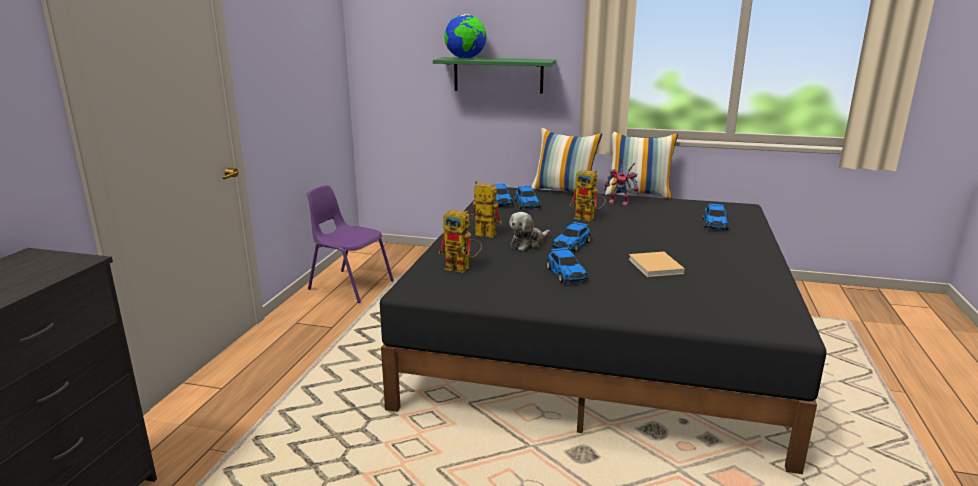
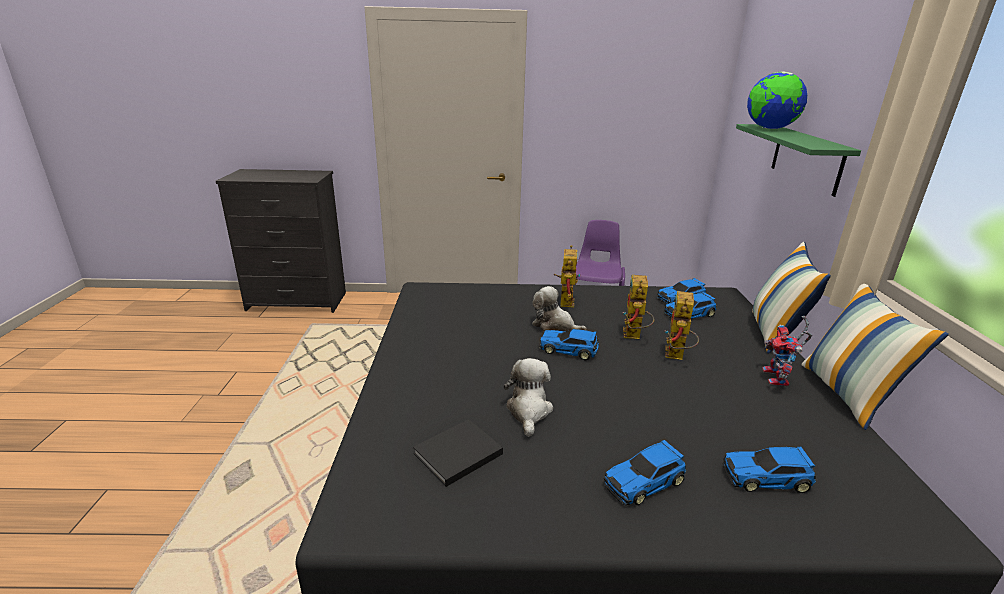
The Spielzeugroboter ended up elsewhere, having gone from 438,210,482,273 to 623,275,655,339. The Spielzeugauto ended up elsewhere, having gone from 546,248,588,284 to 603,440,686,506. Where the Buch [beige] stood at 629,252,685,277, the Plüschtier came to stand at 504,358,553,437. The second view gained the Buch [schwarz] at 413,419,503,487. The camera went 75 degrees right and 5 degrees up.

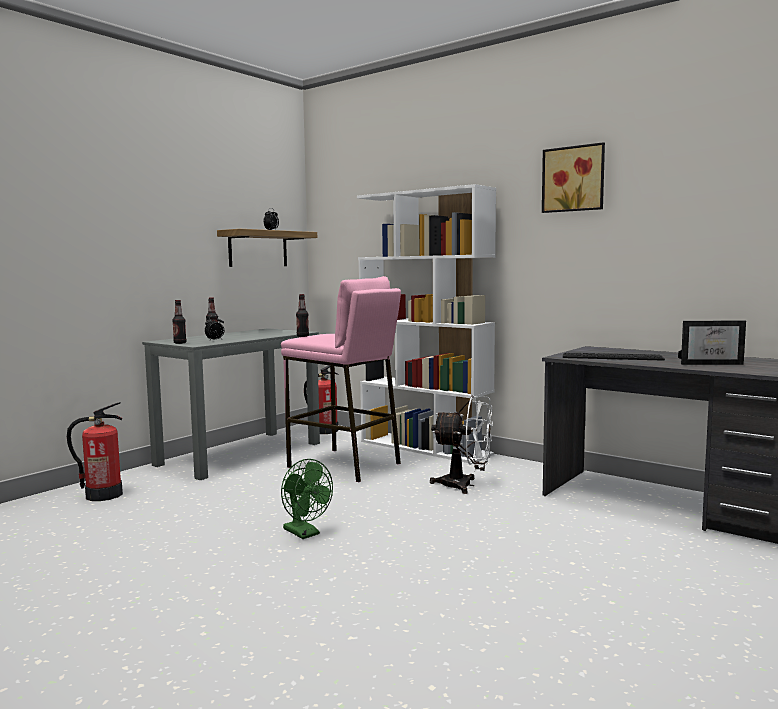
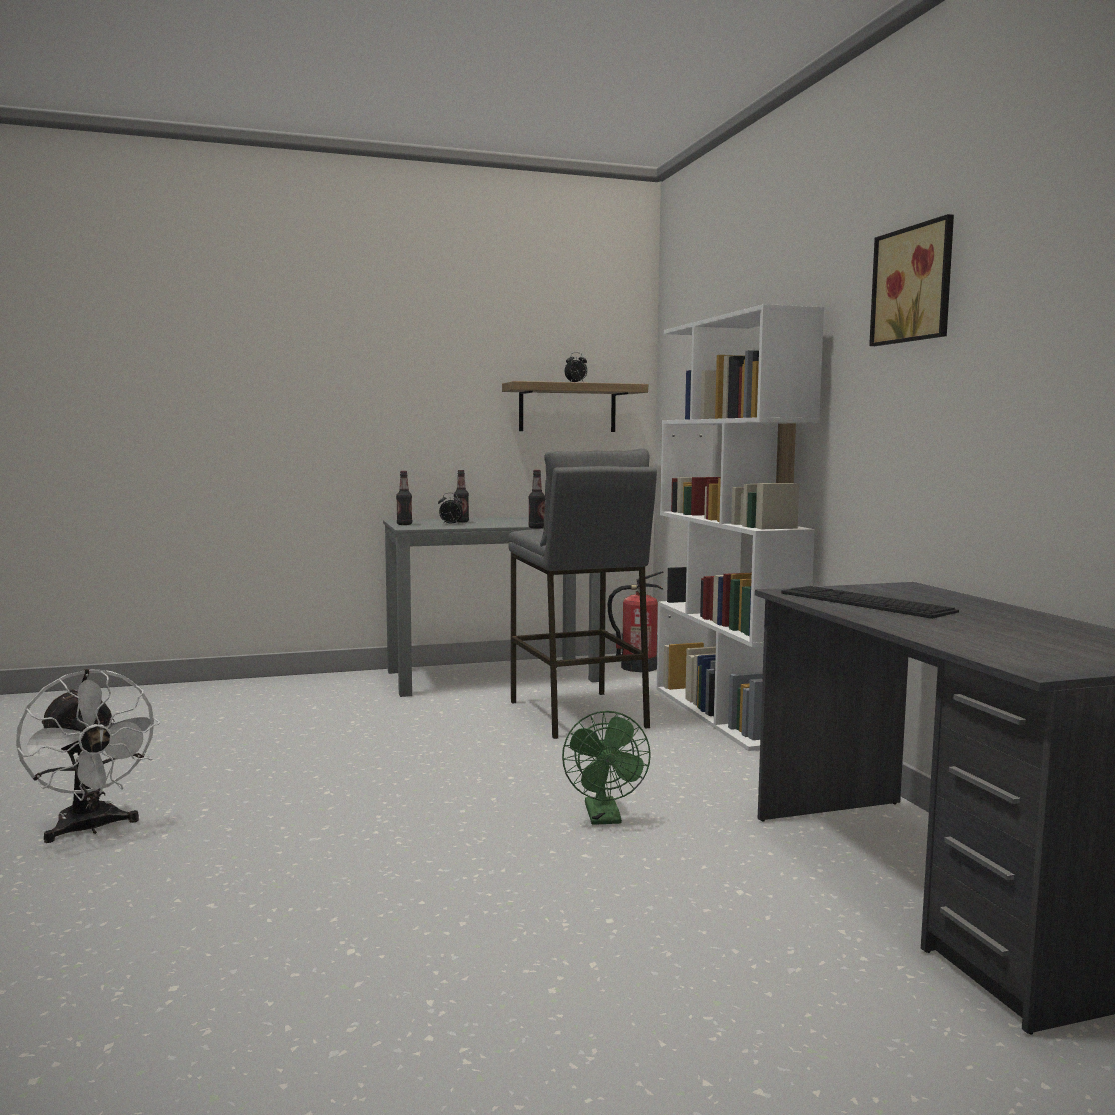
The second view lost the Feuerlöscher at 67,402,123,501. What was the Hocker [rosa] at 281,276,401,482 turned into the Hocker [grau] at 508,449,657,739. The Ventilator [grün] ended up elsewhere, having gone from 281,459,333,539 to 562,711,651,825. The Ventilator [weiß] ended up elsewhere, having gone from 430,396,493,494 to 16,669,160,843. The second view lost the Bilderrahmen at 678,320,746,365. The camera went 35 degrees right and 0 degrees up.

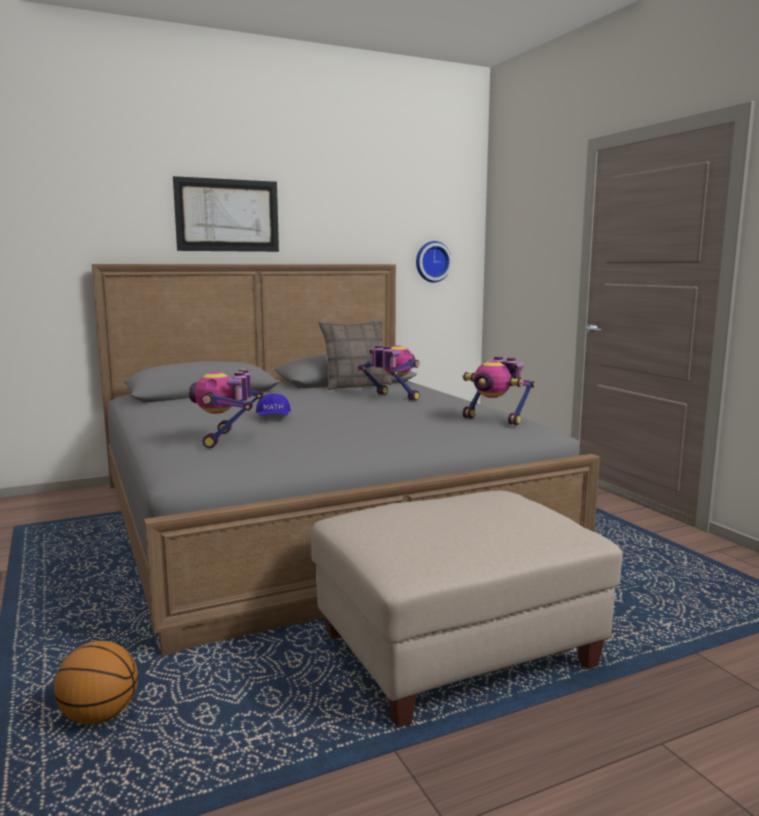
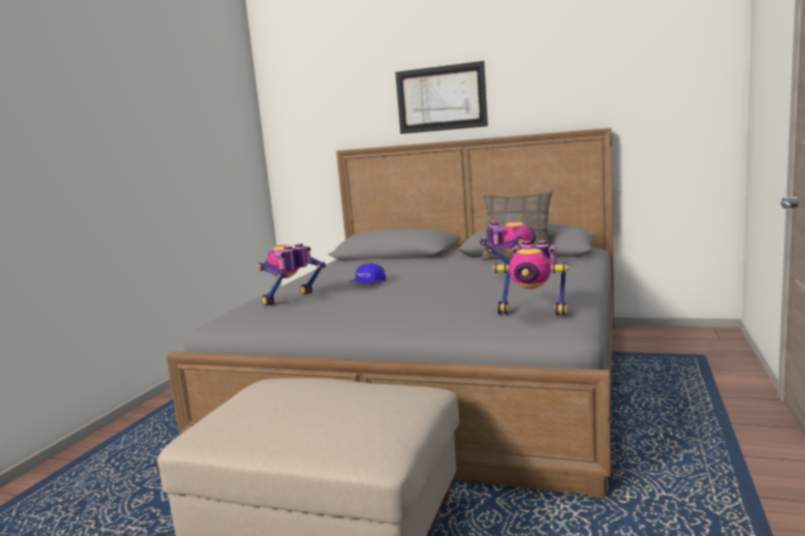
The second view lost the Basketball at 54,641,138,724. The second view lost the Wanduhr at 416,241,452,283. The Spielzeugroboter at 463,356,535,425 ended up facing another way, 60 degrees counterclockwise from before. The camera went 45 degrees right and 0 degrees up.

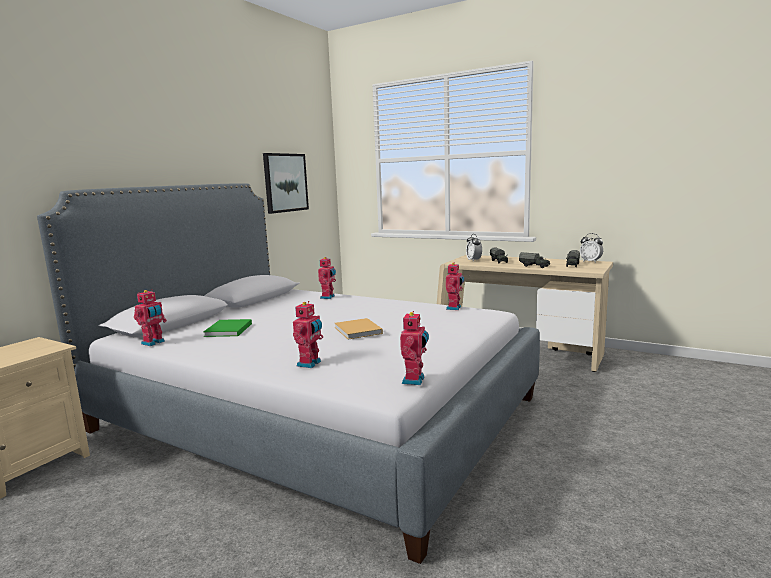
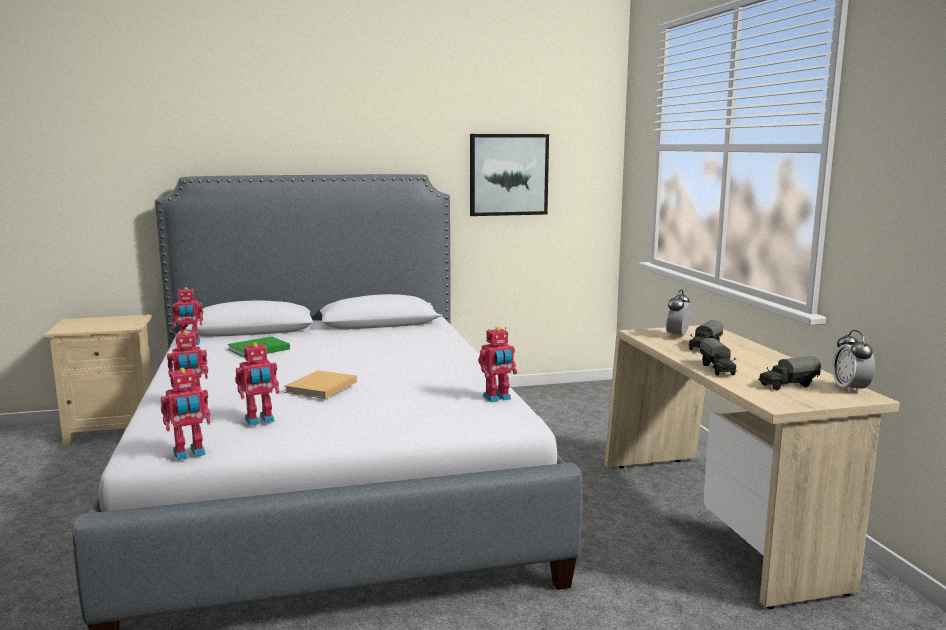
The Spielzeugroboter ended up elsewhere, having gone from 318,257,336,299 to 235,342,279,426. The camera went 45 degrees right and 0 degrees up.

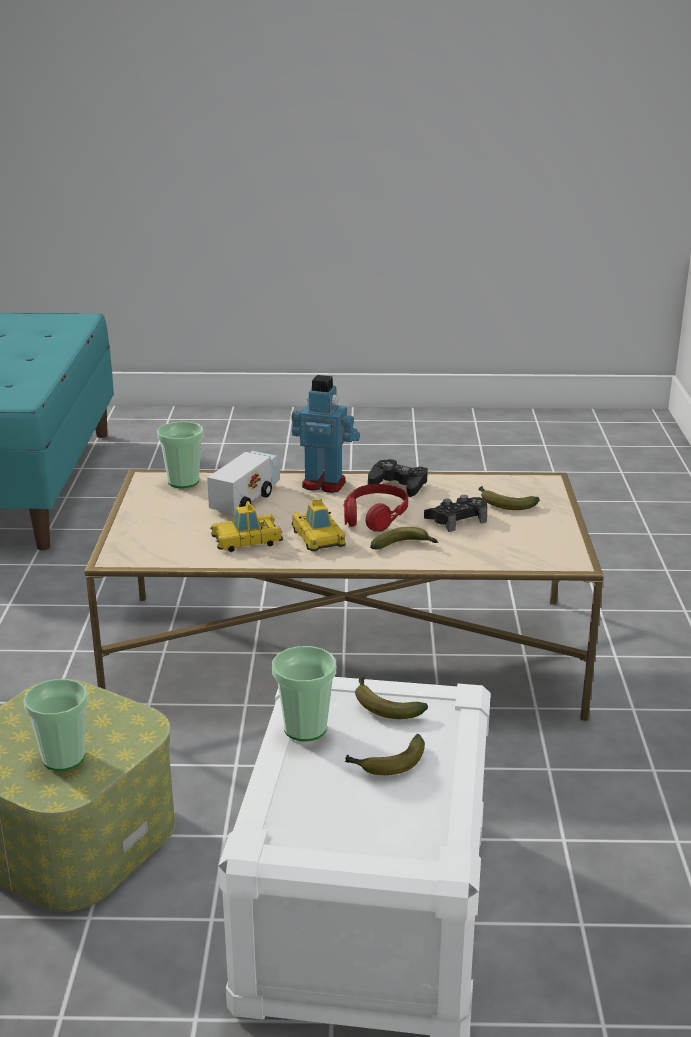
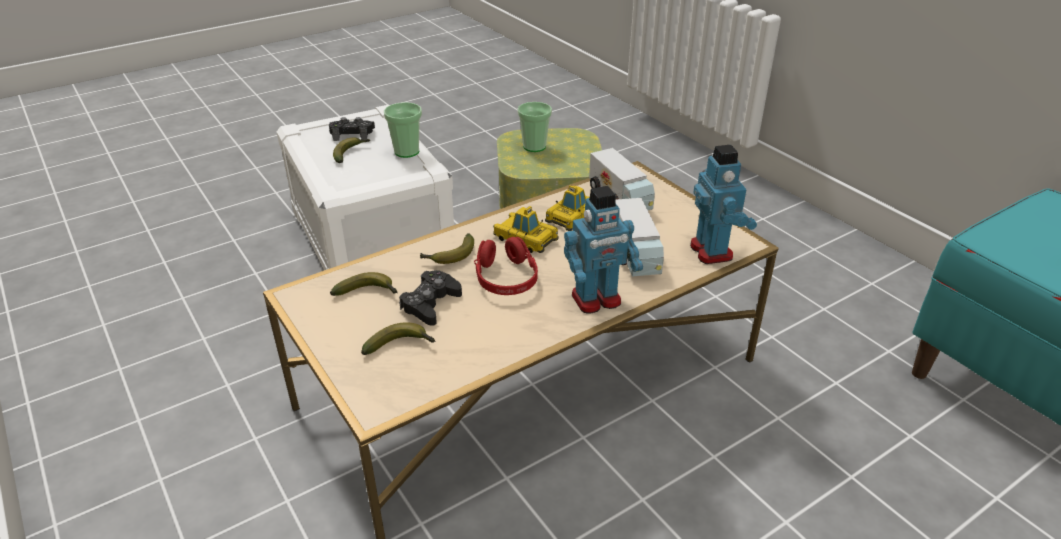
Where the Tasse stood at 157,421,204,488, the Spielzeugroboter came to stand at 690,145,757,264. The Banane ended up elsewhere, having gone from 355,676,428,719 to 330,272,398,296. The Gamepad [schwarz] ended up elsewhere, having gone from 368,459,428,497 to 329,117,375,141. The second view gained the Spielzeuglaster at 589,148,655,210. The camera went 145 degrees right and 10 degrees up.

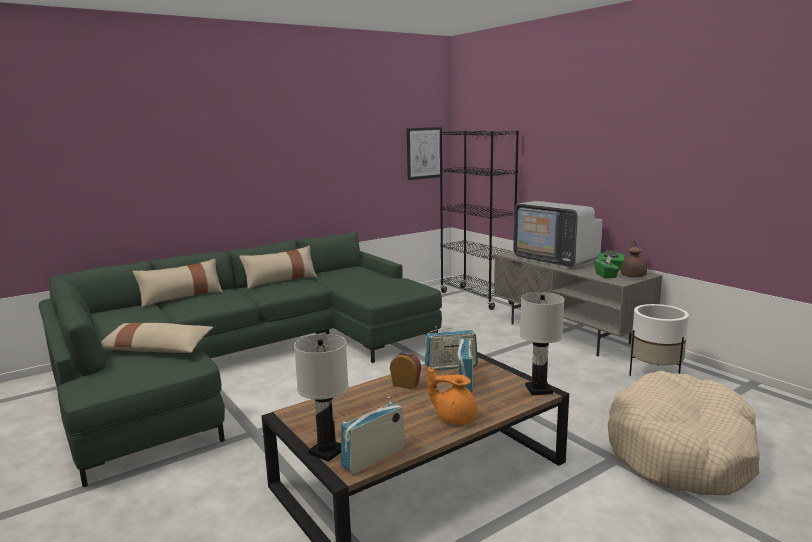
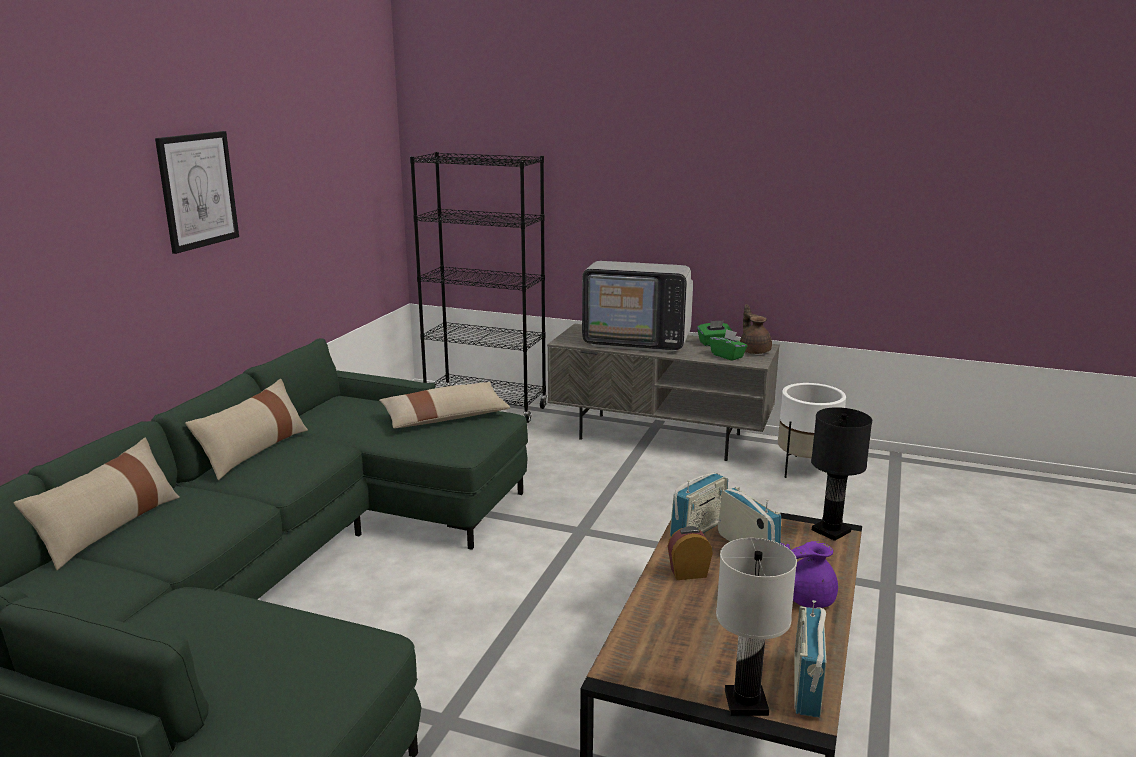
The Kissen [beige] ended up elsewhere, having gone from 101,323,213,353 to 379,382,511,428. The Bild ended up elsewhere, having gone from 407,127,442,180 to 155,131,239,254. What was the Teekanne [orange] at 428,367,477,424 turned into the Teekanne [lila] at 780,541,838,608. What was the Tischlampe [weiß] at 520,292,564,395 turned into the Tischlampe [schwarz] at 811,407,872,541. The second view lost the Hundebett [beige] at 608,371,760,496. The camera went 35 degrees left and 5 degrees up.

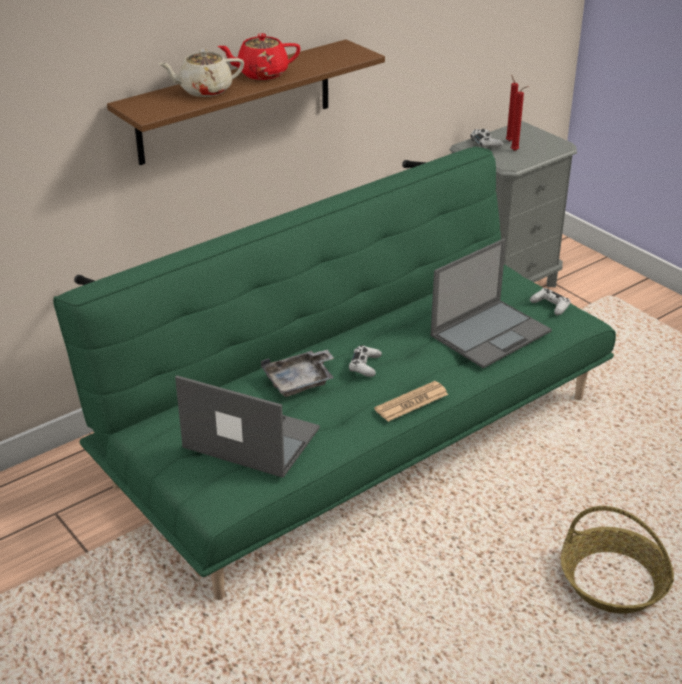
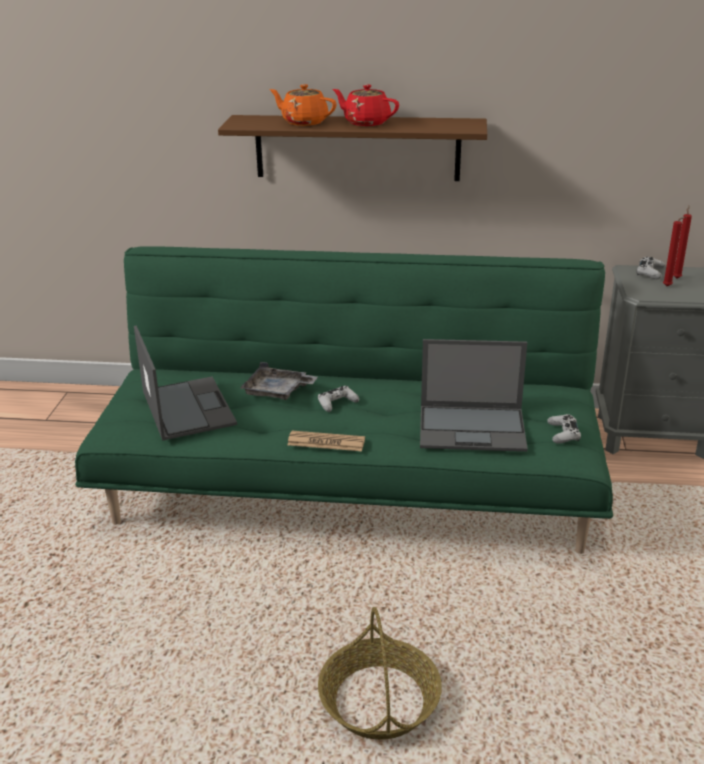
What was the Teekanne [beige] at 158,49,244,97 turned into the Teekanne [orange] at 269,84,337,126. The camera went 45 degrees right and 5 degrees down.

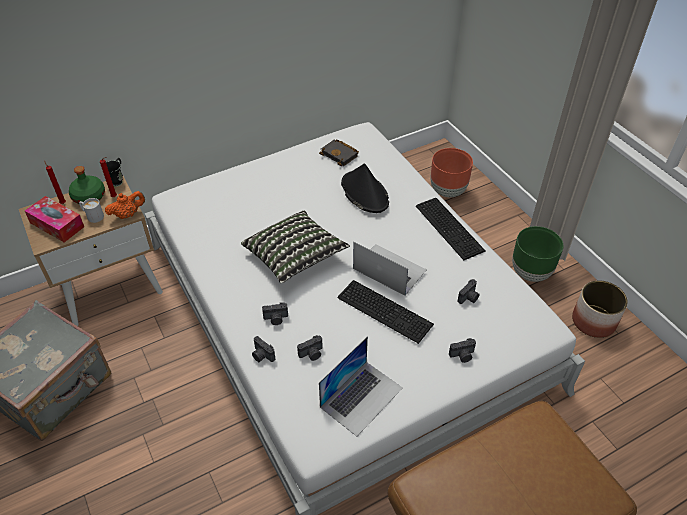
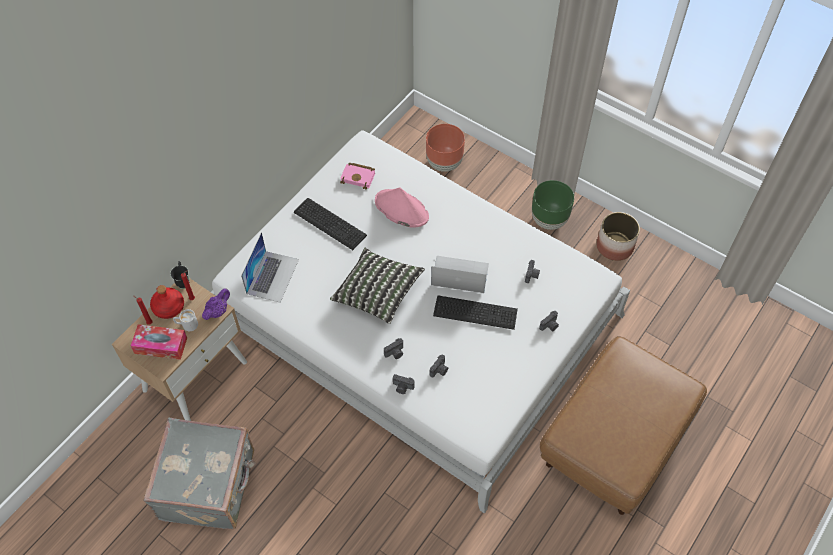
What was the Flasche [grün] at 69,166,105,205 turned into the Flasche [rot] at 150,285,184,319. What was the Teekanne [orange] at 105,191,145,219 turned into the Teekanne [lila] at 202,288,230,320. What was the Buch [schwarz] at 319,139,359,166 turned into the Buch [rosa] at 340,162,375,189. The Laptop ended up elsewhere, having gone from 319,336,403,436 to 241,232,299,303. What was the Hut [schwarz] at 341,163,389,213 turned into the Hut [rosa] at 375,187,429,228. The Tastatur ended up elsewhere, having gone from 416,198,485,260 to 294,198,367,250. The camera went 25 degrees left and 10 degrees up.

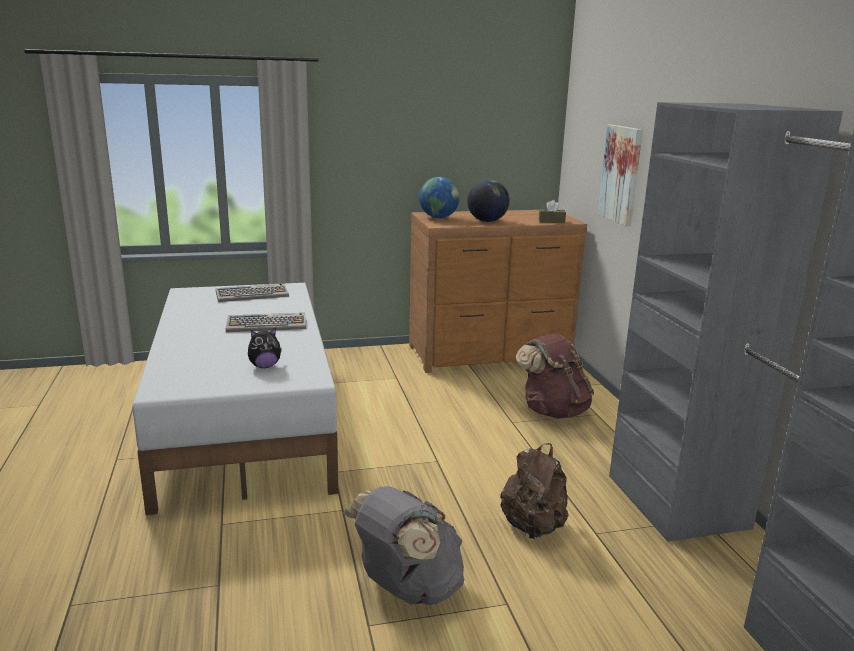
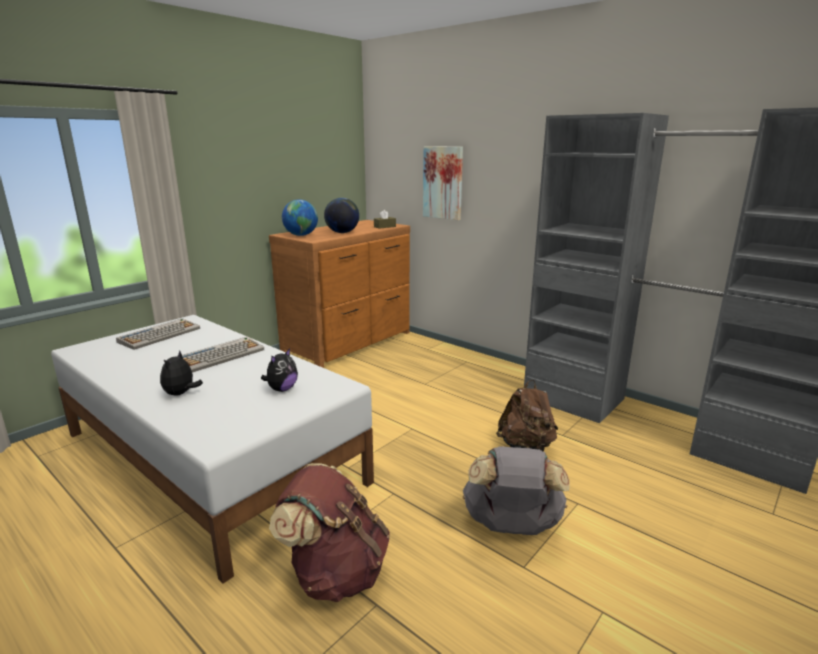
The Rucksack [braun] ended up elsewhere, having gone from 516,333,594,418 to 269,463,390,602. The second view gained the Plüschtier at 160,351,203,396. The camera went 35 degrees left and 0 degrees up.

